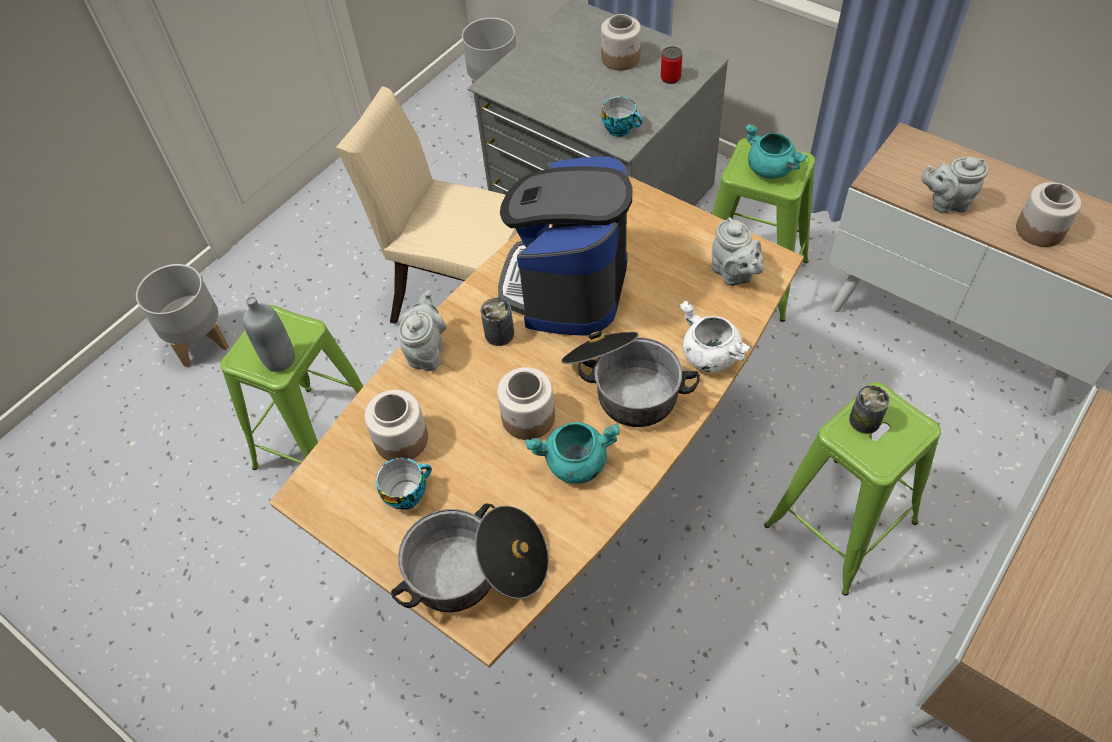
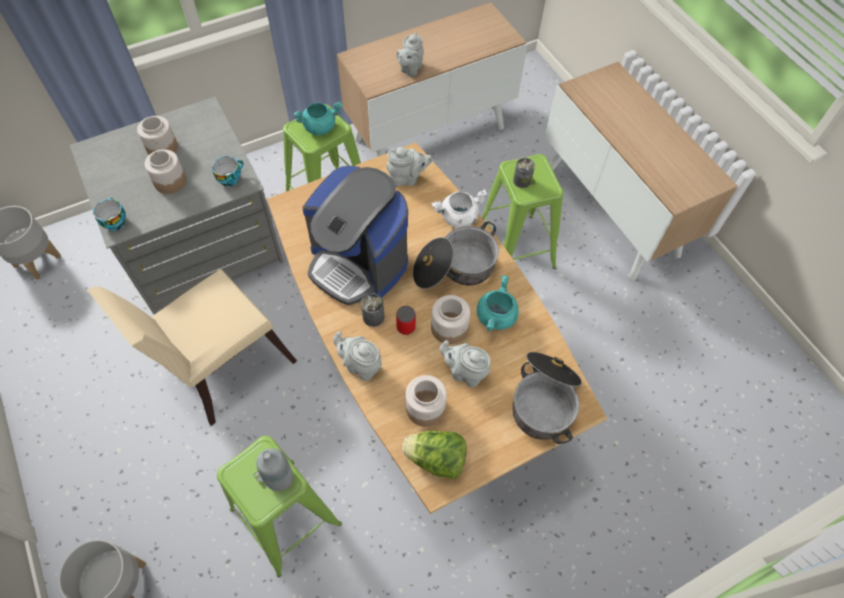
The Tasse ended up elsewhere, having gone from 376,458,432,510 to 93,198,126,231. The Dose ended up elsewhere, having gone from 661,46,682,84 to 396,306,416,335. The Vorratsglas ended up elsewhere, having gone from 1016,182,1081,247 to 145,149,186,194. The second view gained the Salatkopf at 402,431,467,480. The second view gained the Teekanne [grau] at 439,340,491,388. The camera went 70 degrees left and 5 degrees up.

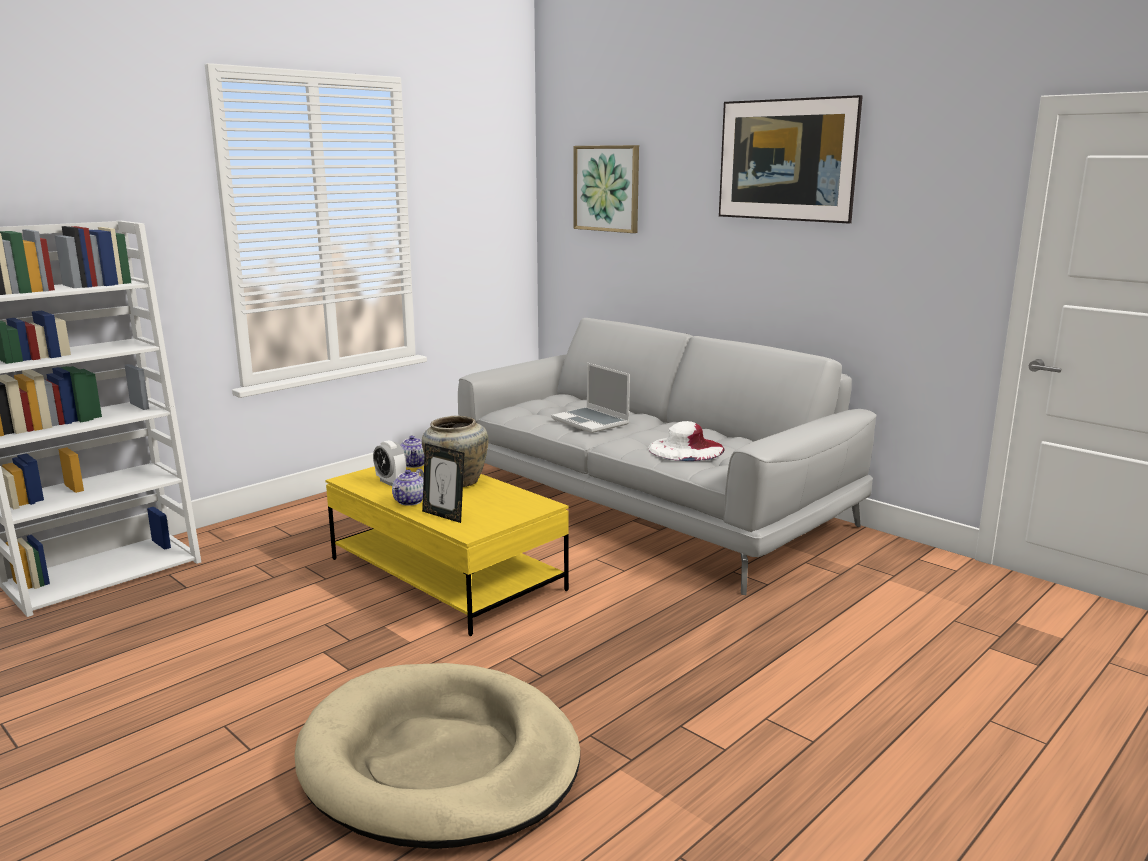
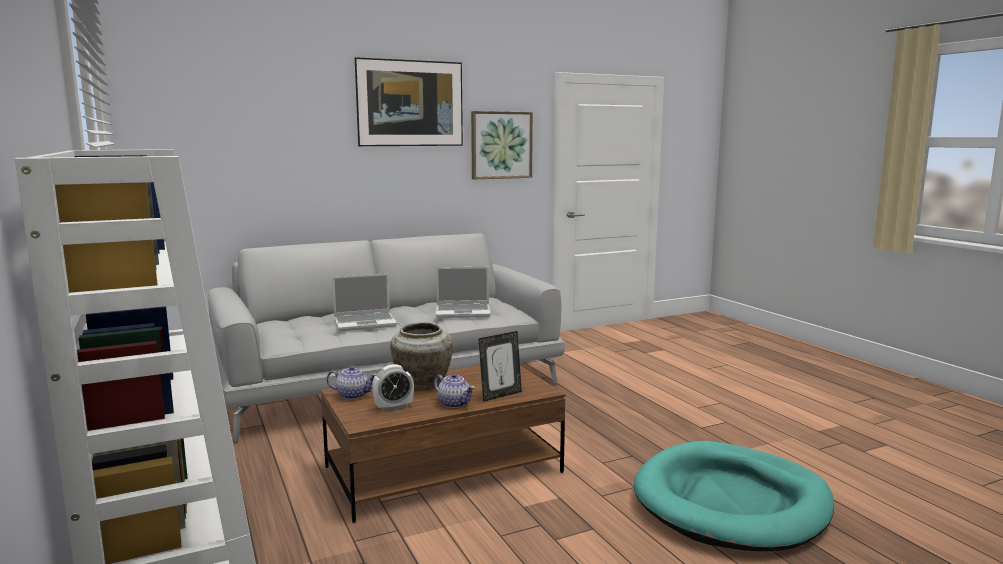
What was the Hundebett [beige] at 295,663,580,849 turned into the Hundebett [türkis] at 634,441,834,551. What was the Couchtisch [gelb] at 326,465,569,636 turned into the Couchtisch [braun] at 321,365,566,523. The Bild ended up elsewhere, having gone from 574,145,639,233 to 471,111,533,179. Where the Hut [weiß] stood at 648,421,725,461, the Laptop came to stand at 436,267,491,318. The camera went 70 degrees left and 5 degrees down.

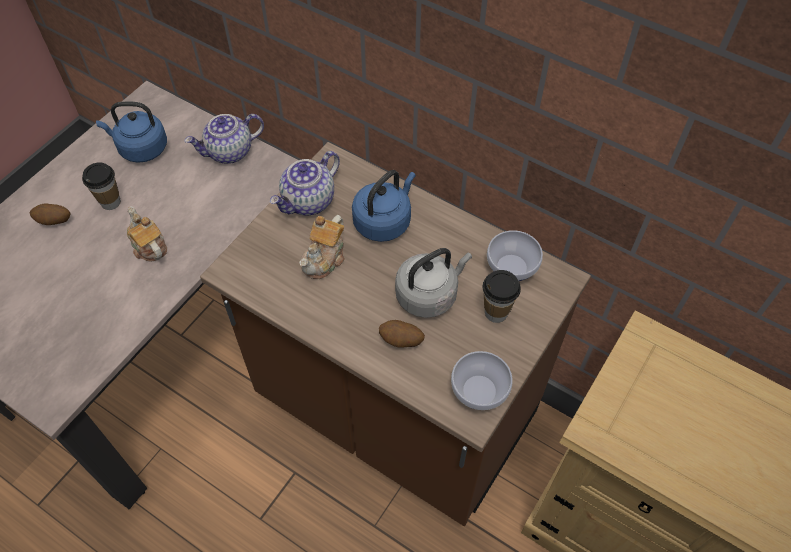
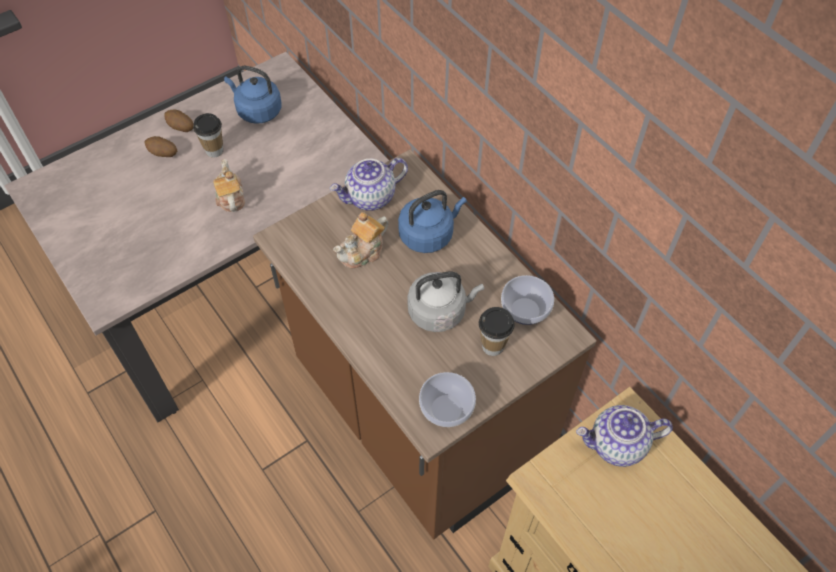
The Teekanne ended up elsewhere, having gone from 184,114,264,164 to 576,405,673,467. The Kartoffel ended up elsewhere, having gone from 379,320,425,348 to 164,110,193,132. The camera went 20 degrees right and 0 degrees up.

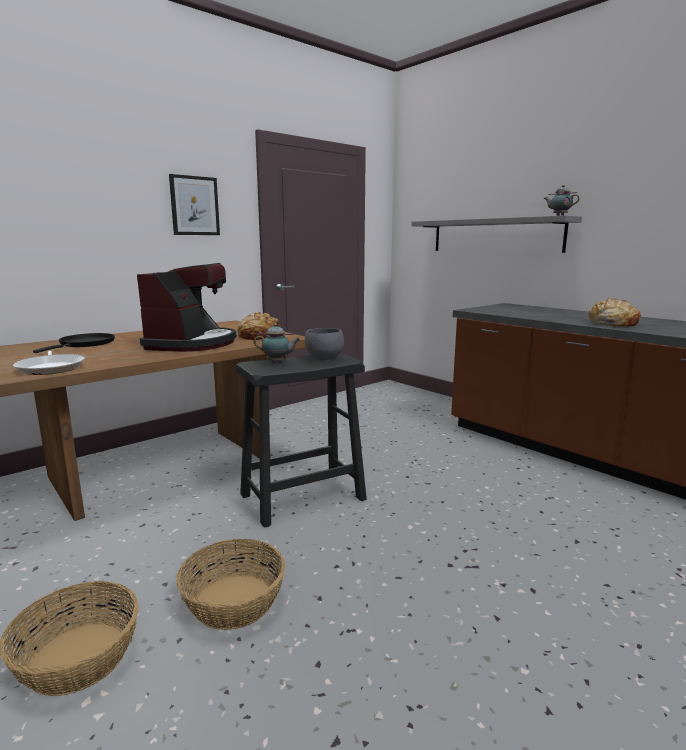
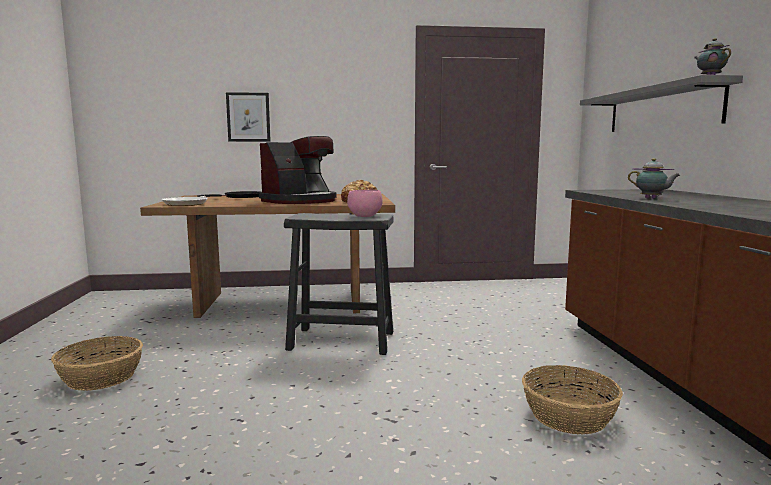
The Bild ended up elsewhere, having gone from 169,174,220,235 to 226,92,271,142. The Korb ended up elsewhere, having gone from 176,539,285,630 to 522,365,623,434. The Teekanne ended up elsewhere, having gone from 254,323,300,363 to 628,158,680,199. What was the Schüssel [grau] at 305,328,344,360 turned into the Schüssel [rosa] at 347,190,383,217. The second view lost the Brot at 588,297,641,326. The camera went 35 degrees right and 5 degrees down.

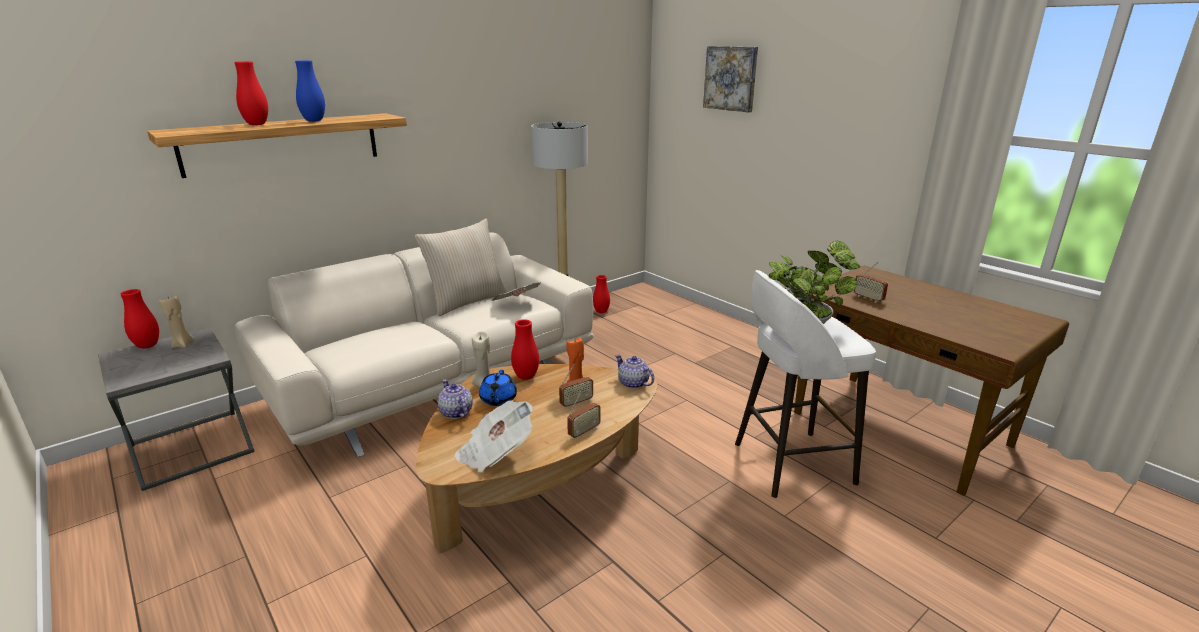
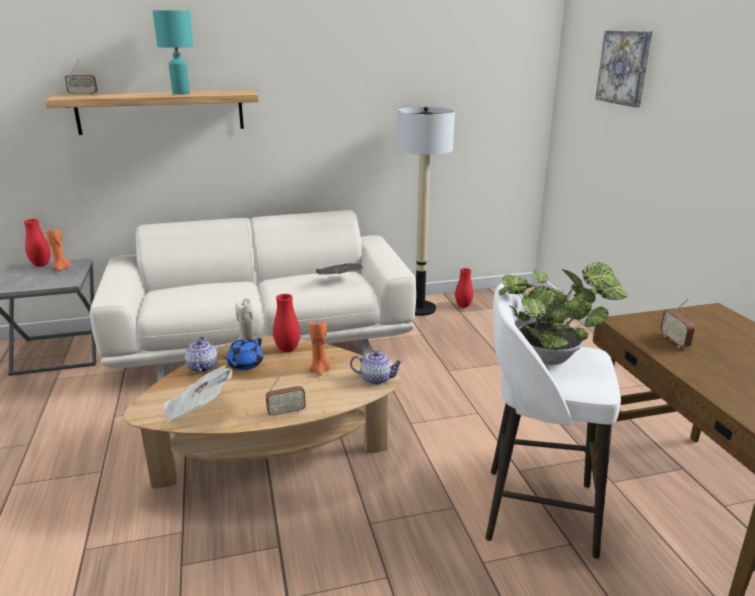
What was the Kerze [beige] at 159,296,194,348 turned into the Kerze [orange] at 46,228,71,271. The second view lost the Vase [rot] at 234,61,268,125. Where the Vase [blau] stood at 295,60,325,122, the Tischlampe [türkis] came to stand at 153,10,194,95. The second view lost the Kissen [beige] at 415,219,507,317. The Radio ended up elsewhere, having gone from 559,364,593,408 to 65,59,98,96. The Teekanne at 615,354,654,389 ended up facing another way, 120 degrees clockwise from before. The camera went 25 degrees right and 0 degrees up.

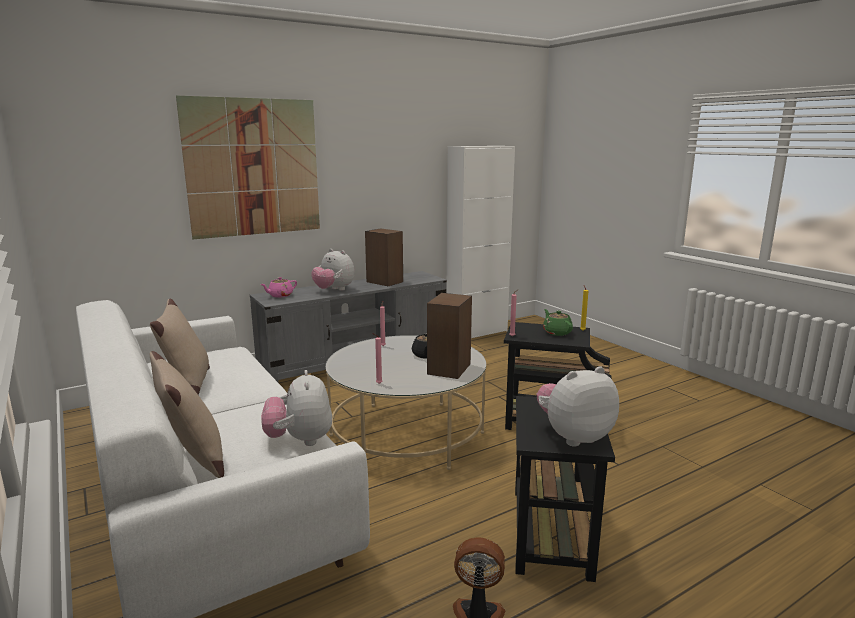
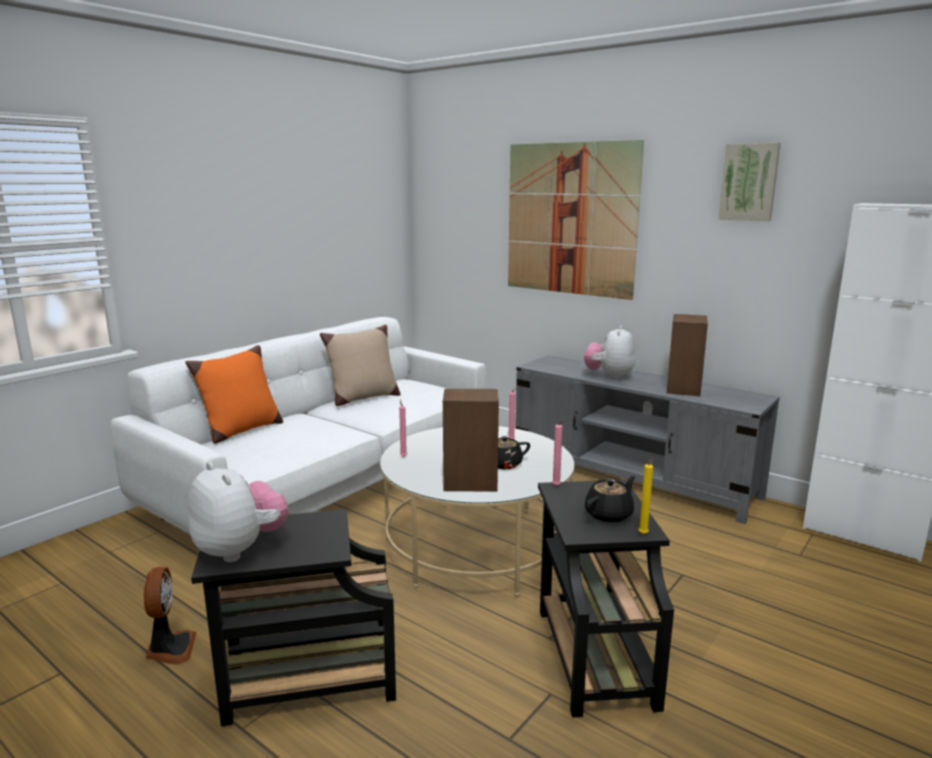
What was the Kissen [beige] at 150,351,224,478 turned into the Kissen [orange] at 185,345,283,444. The second view lost the Teekanne [rosa] at 260,277,297,298. The second view lost the Plüschtier at 261,370,332,446. What was the Teekanne [grün] at 543,309,573,336 turned into the Teekanne [schwarz] at 585,476,636,523. The second view gained the Bild at 718,143,781,221. The camera went 70 degrees right and 0 degrees up.

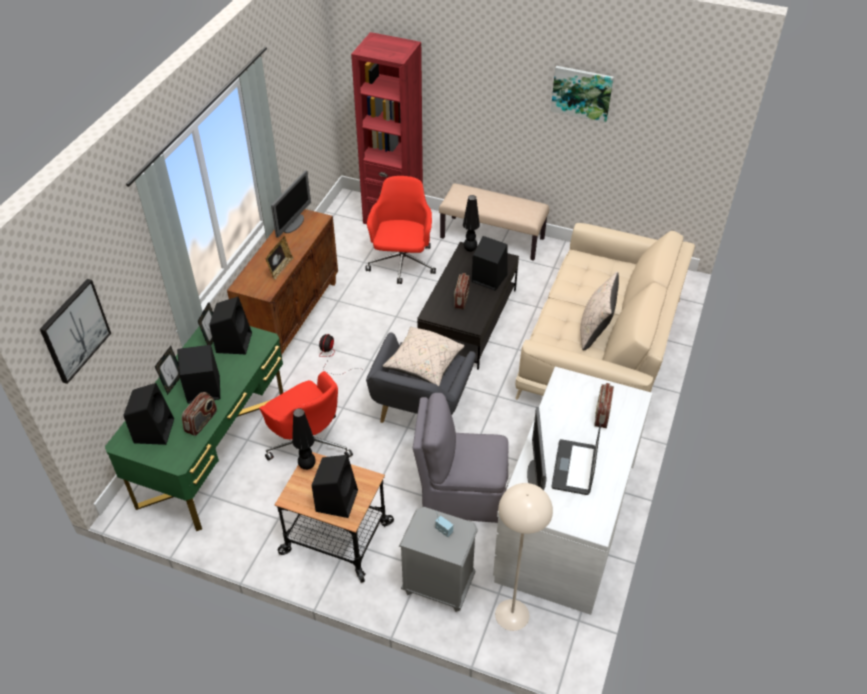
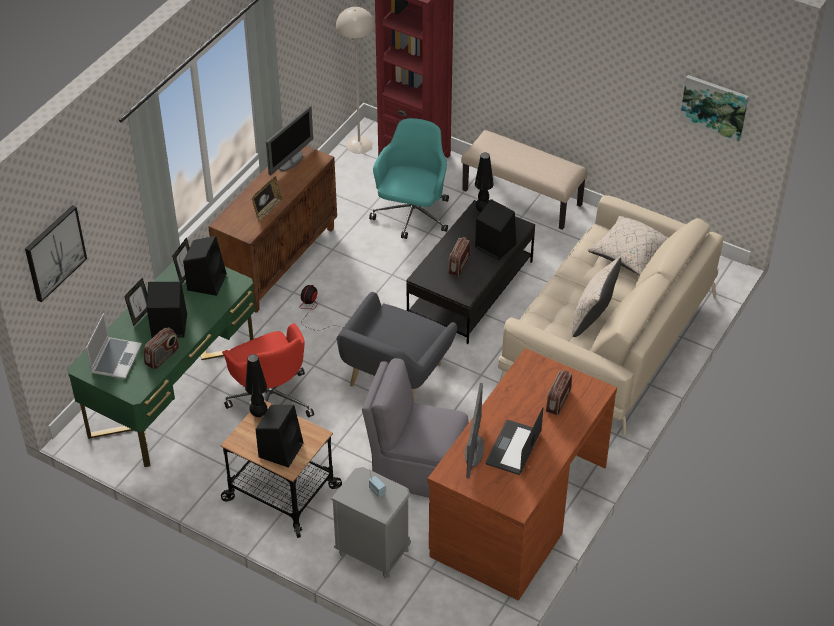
Where the Lautsprecher [schwarz] stood at 124,383,174,445, the Laptop came to stand at 86,313,142,379. What was the Bürostuhl [rot] at 365,176,436,284 turned into the Bürostuhl [türkis] at 369,118,449,239. The Kissen [beige] ended up elsewhere, having gone from 383,327,465,386 to 588,216,668,276. What was the Schreibtisch [weiß] at 493,366,653,615 turned into the Schreibtisch [braun] at 427,348,617,600. The Stehlampe [beige] ended up elsewhere, having gone from 495,483,553,631 to 336,7,375,154. The Bild ended up elsewhere, having gone from 551,66,614,123 to 680,75,749,142. The camera went 10 degrees right and 0 degrees up.

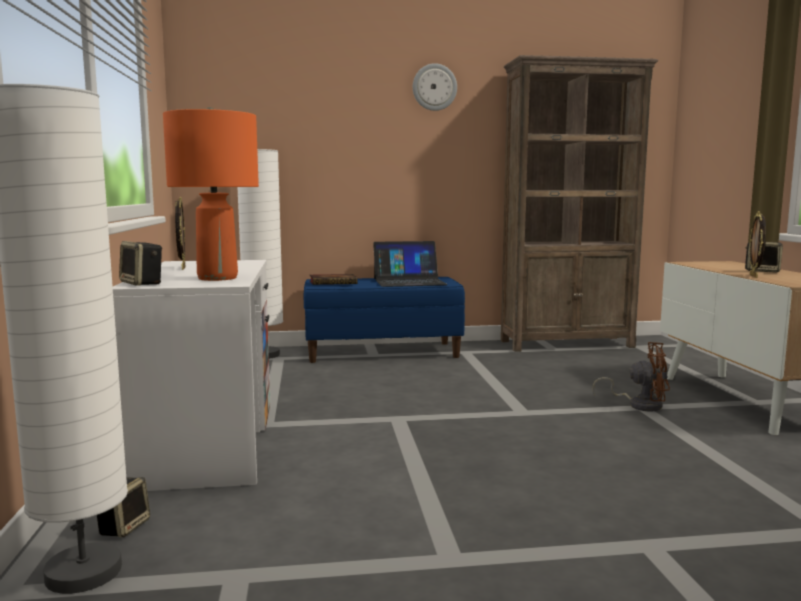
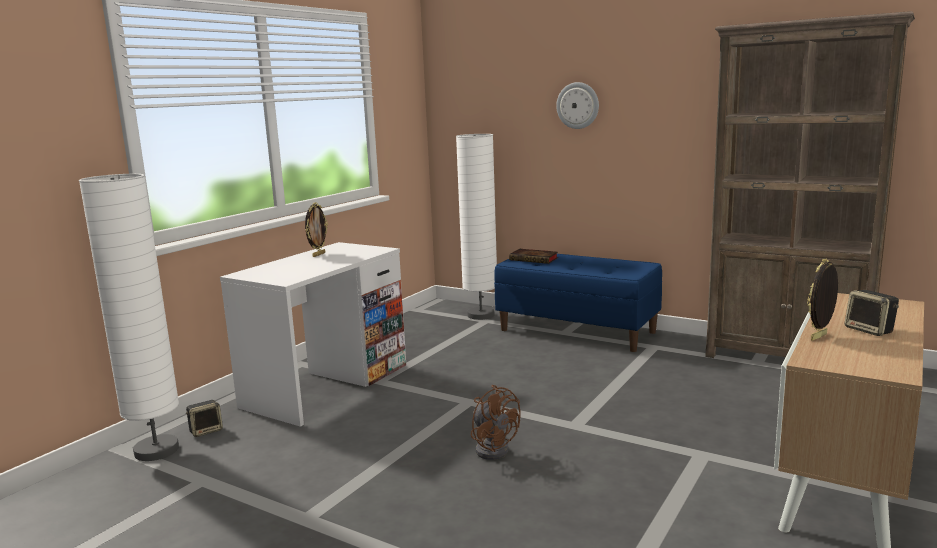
The second view lost the Lautsprecher at 119,241,162,286. The second view lost the Tischlampe [orange] at 163,107,259,281. The second view lost the Laptop at 373,241,448,287. The Wanduhr ended up elsewhere, having gone from 413,63,457,111 to 556,82,599,129. The Ventilator [braun] ended up elsewhere, having gone from 592,342,670,412 to 471,385,521,460. The camera went 40 degrees right and 5 degrees up.

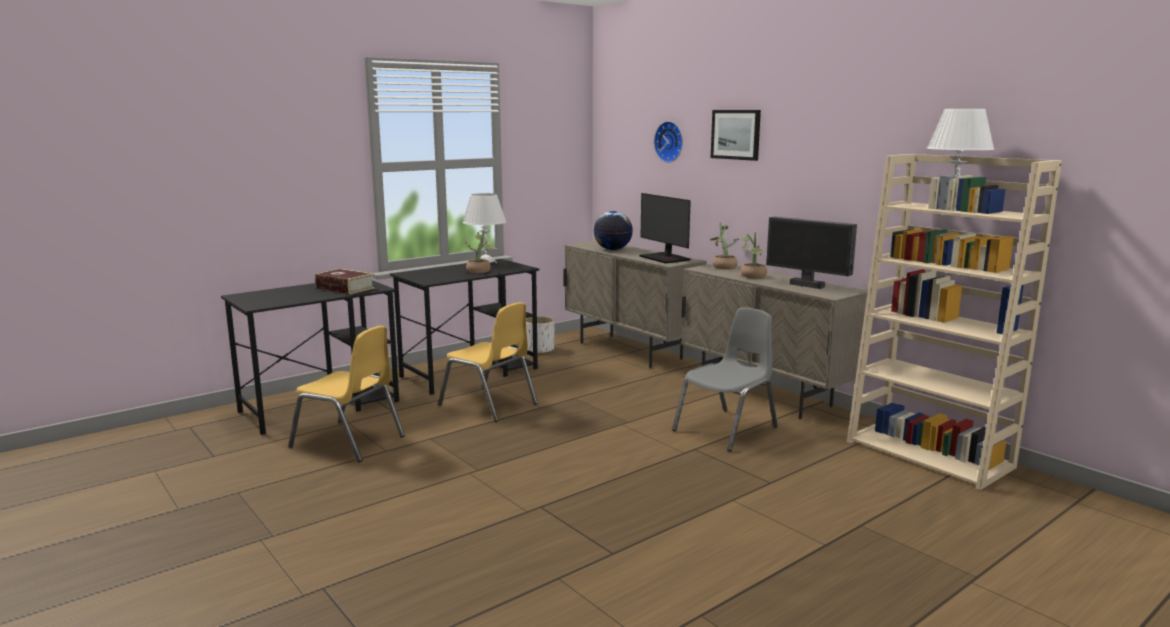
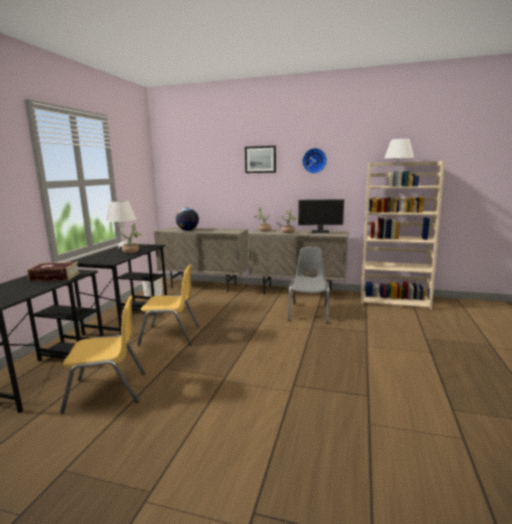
The second view lost the Monitor at 639,193,691,263. The Wanduhr ended up elsewhere, having gone from 654,121,683,163 to 302,148,327,174. The camera went 35 degrees left and 0 degrees up.

